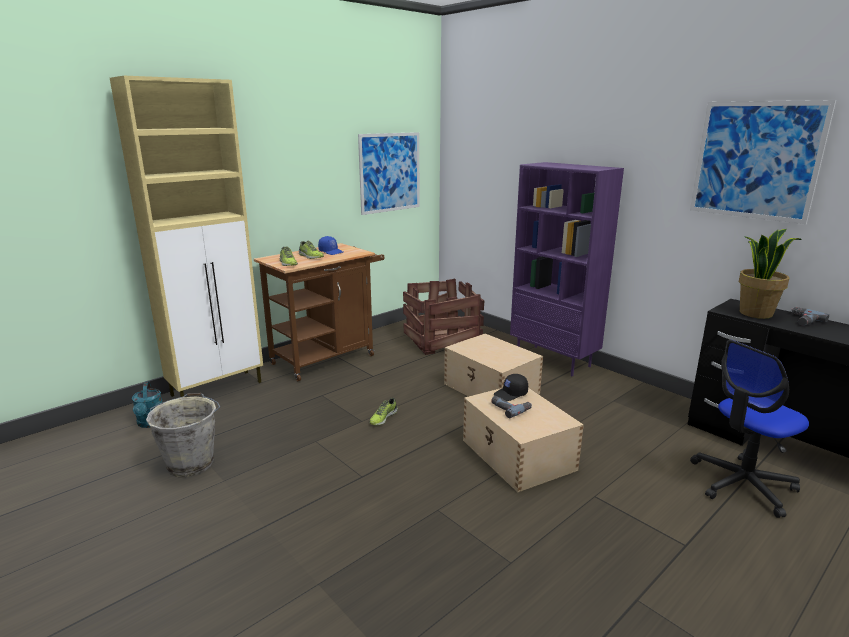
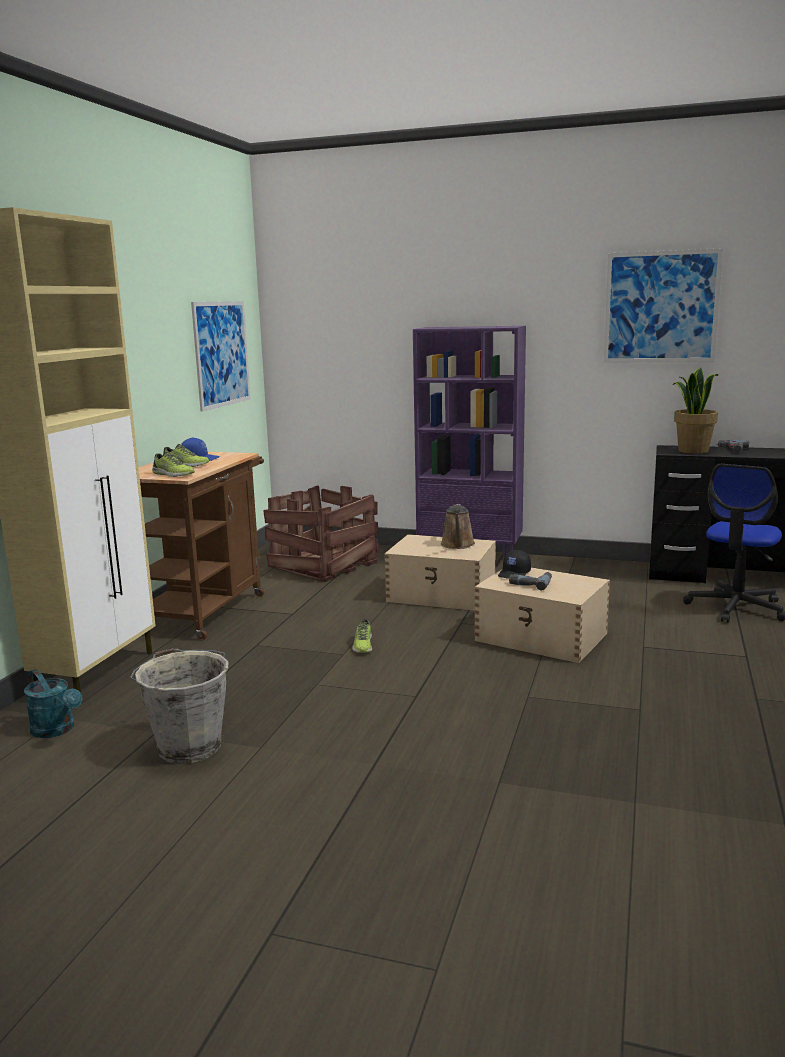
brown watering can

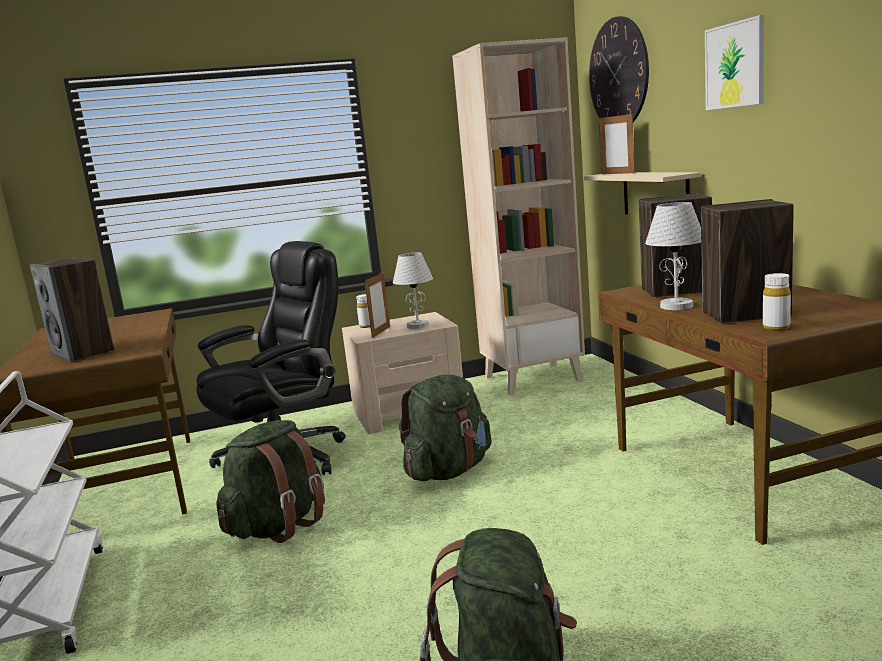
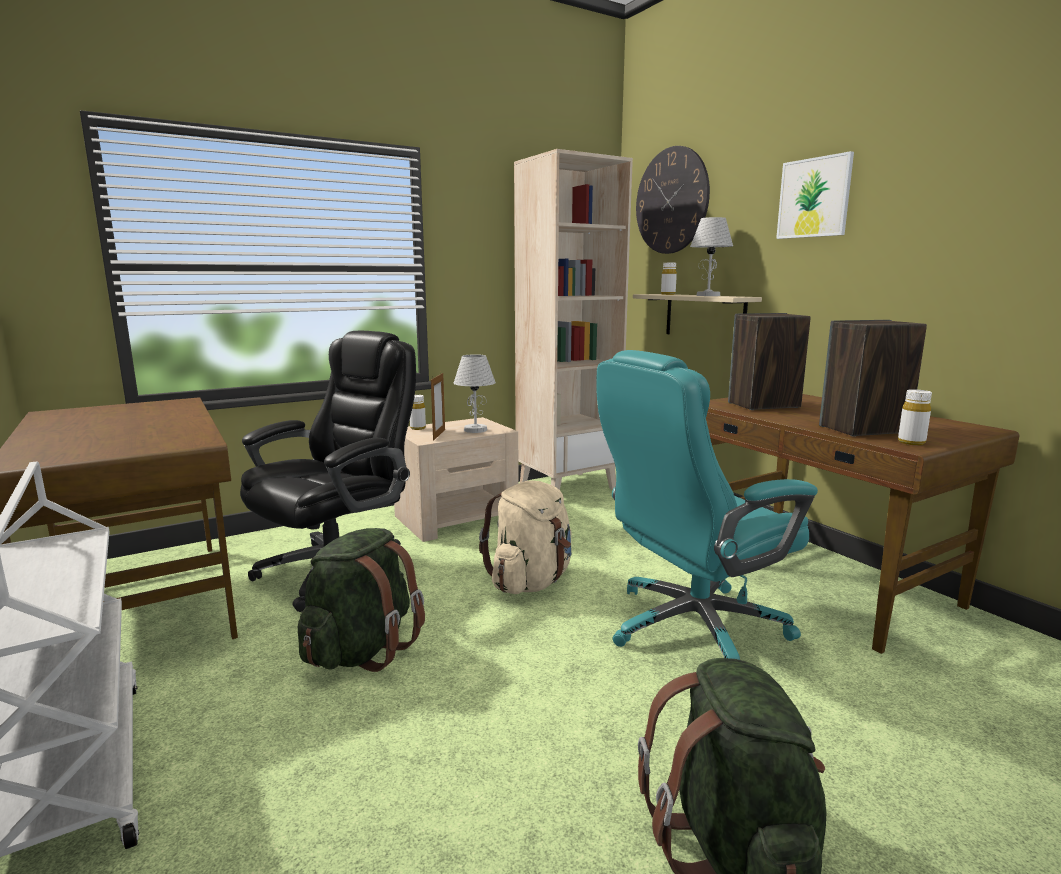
beige backpack
turquoise office chair
white bottle (no. 2 from left)
white table lamp (no. 2 from left)
speaker (no. 1 from left in the first image)

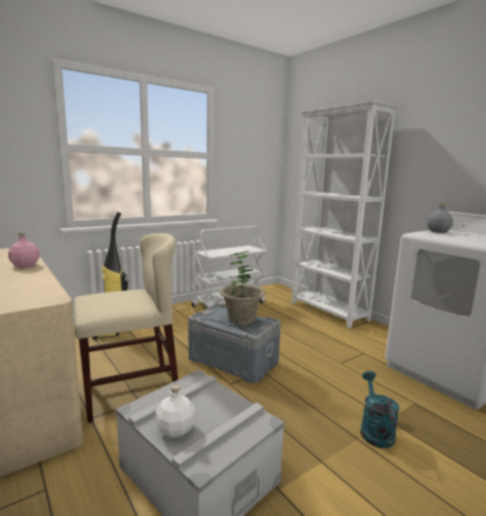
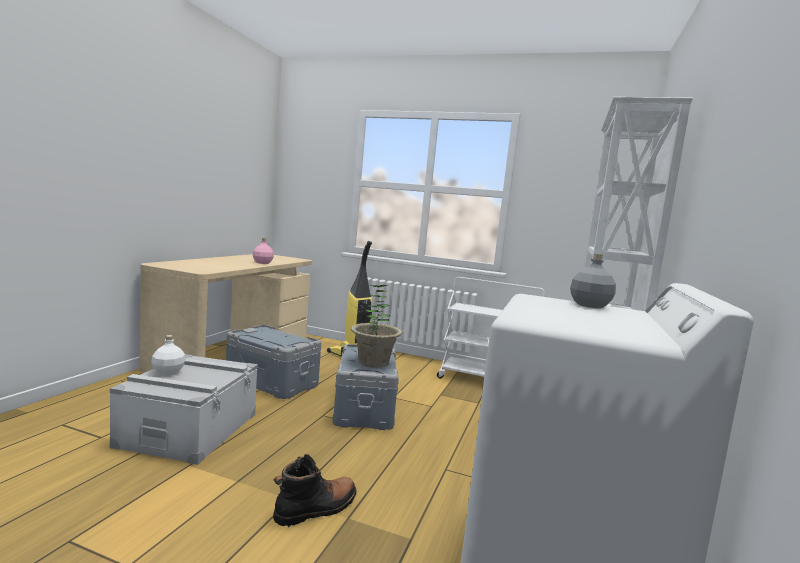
grey storage box (no. 2 from left)
black boot

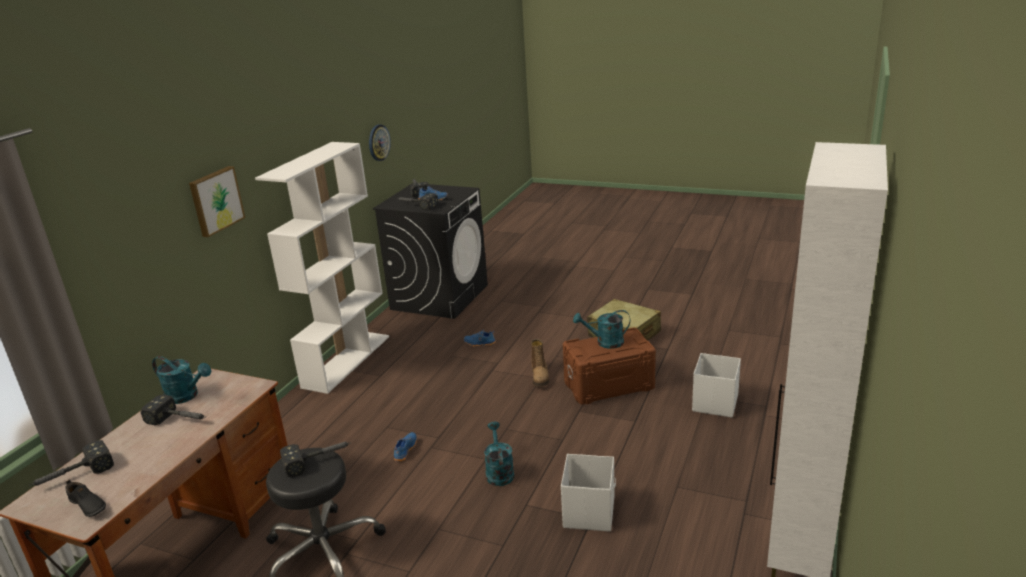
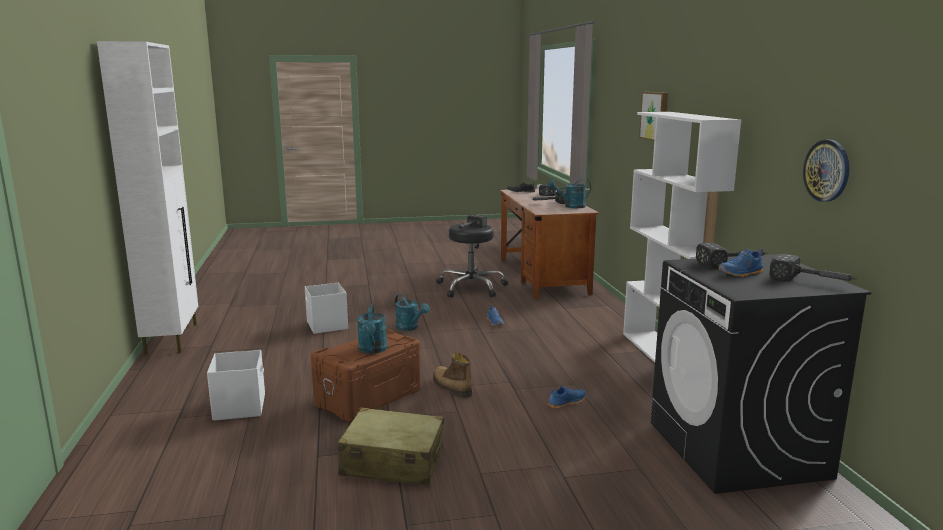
turquoise watering can (no. 1 from left)

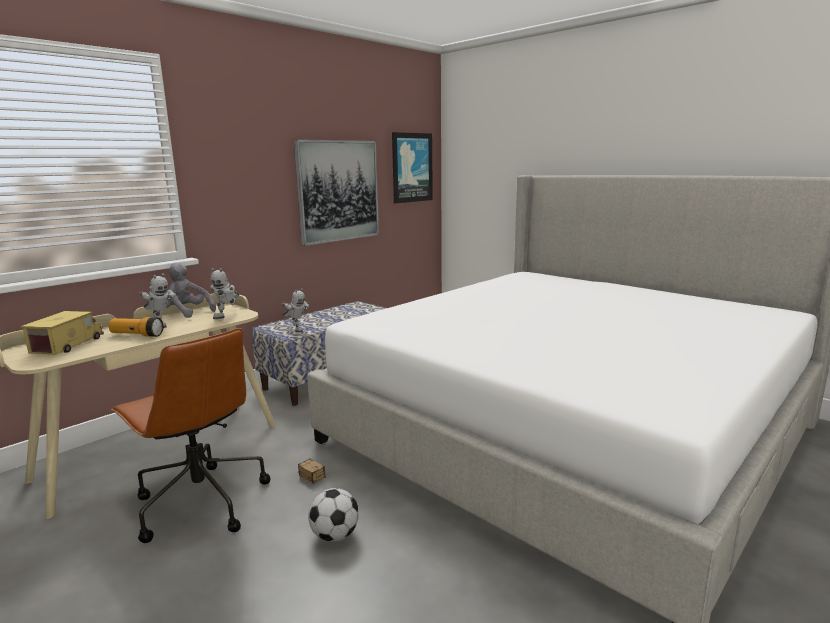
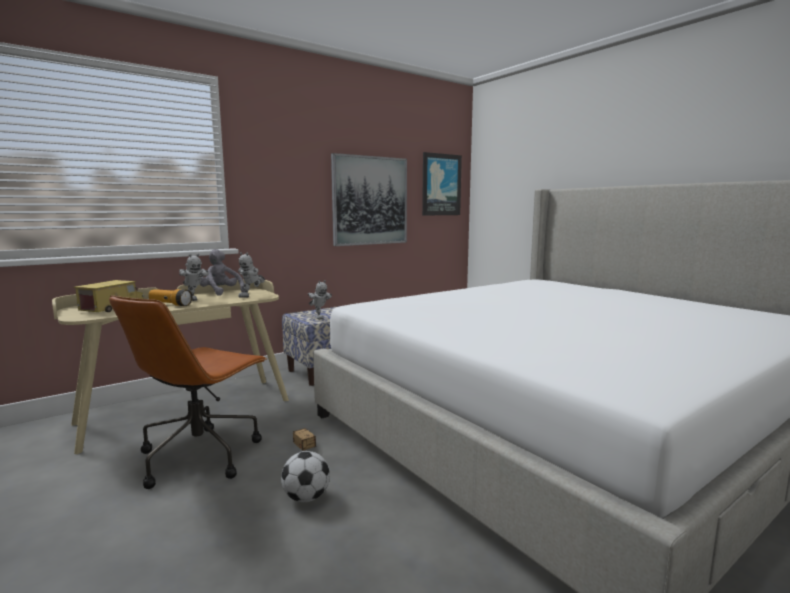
brown office chair

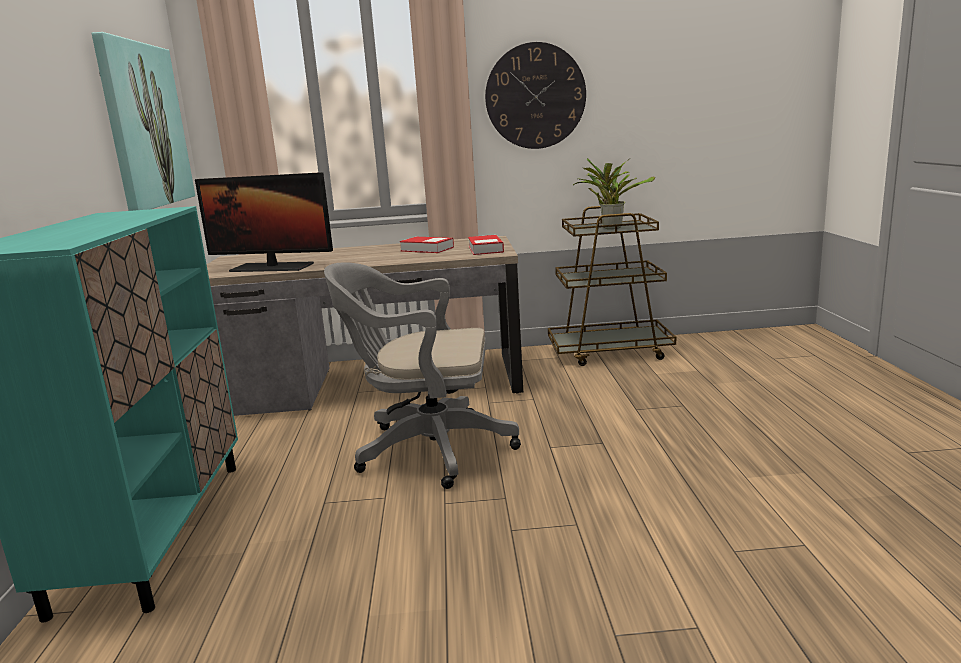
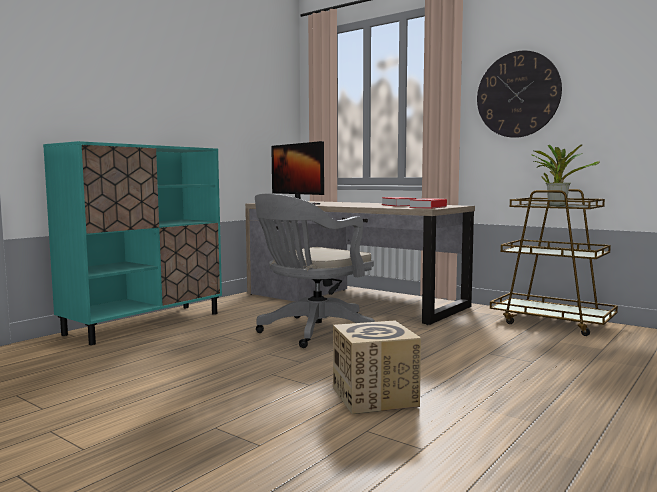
grey office chair
cardboard box
picture

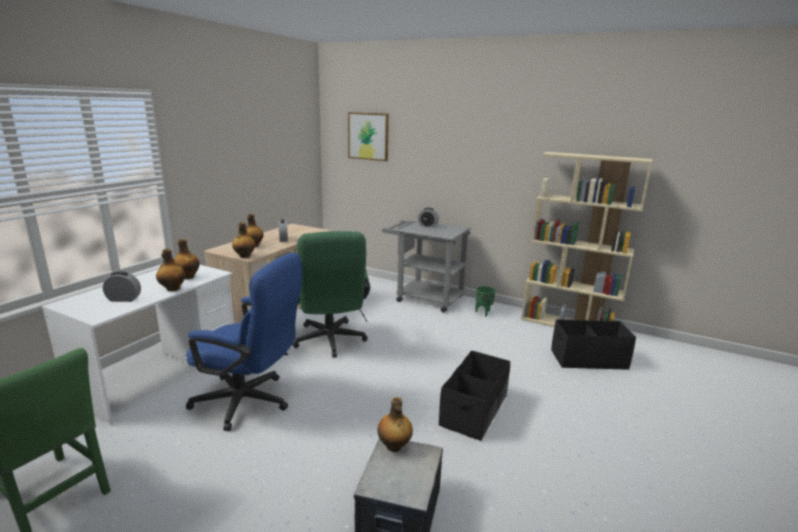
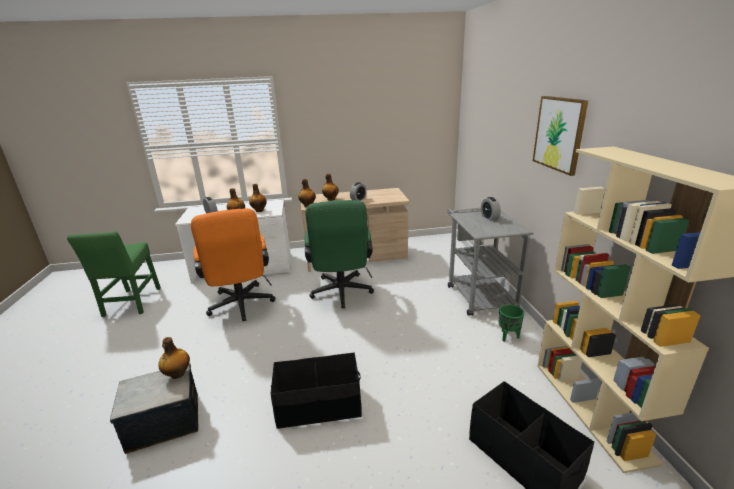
orange office chair
green office chair
picture

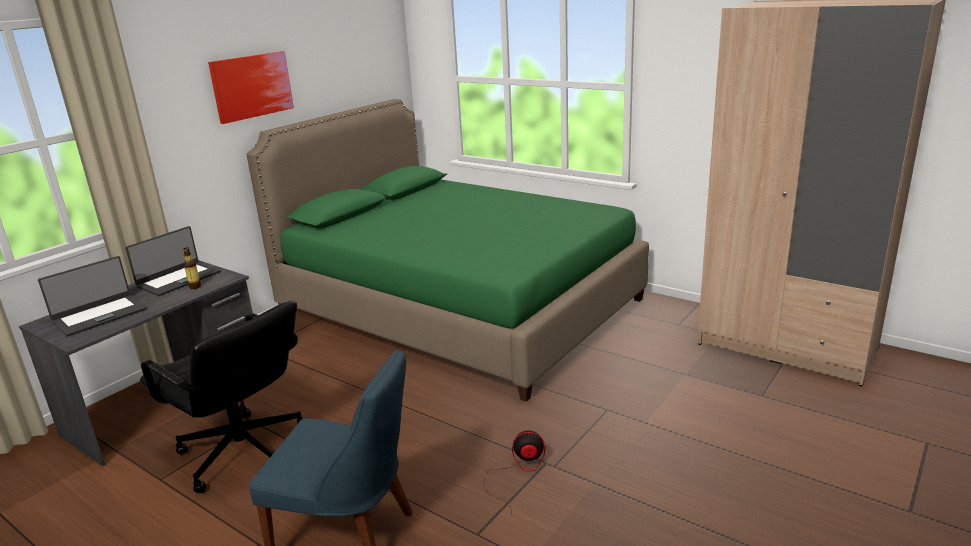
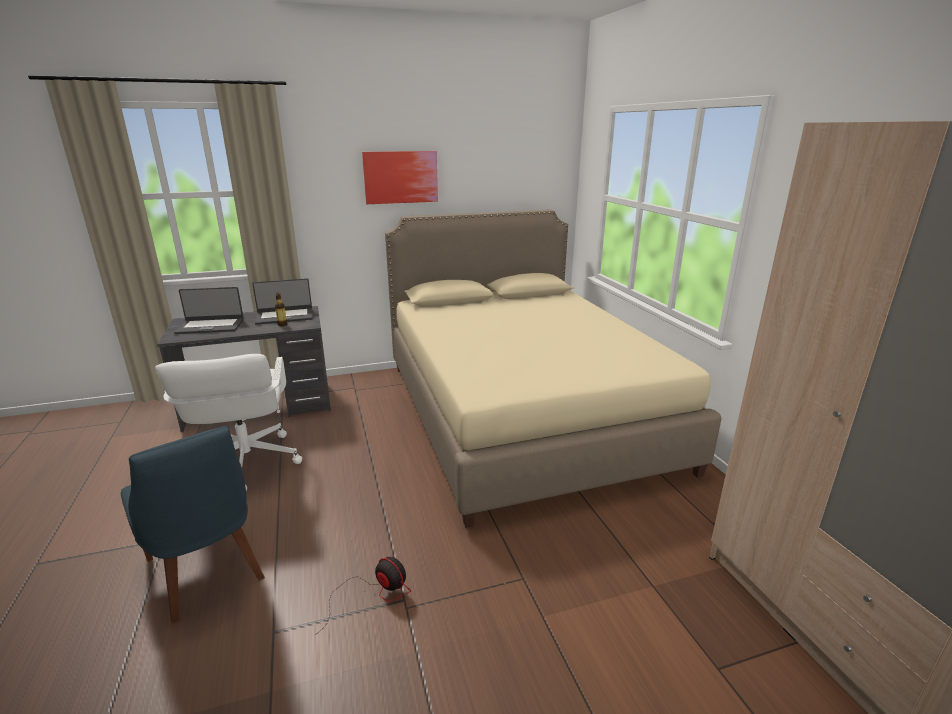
white office chair
beige bed

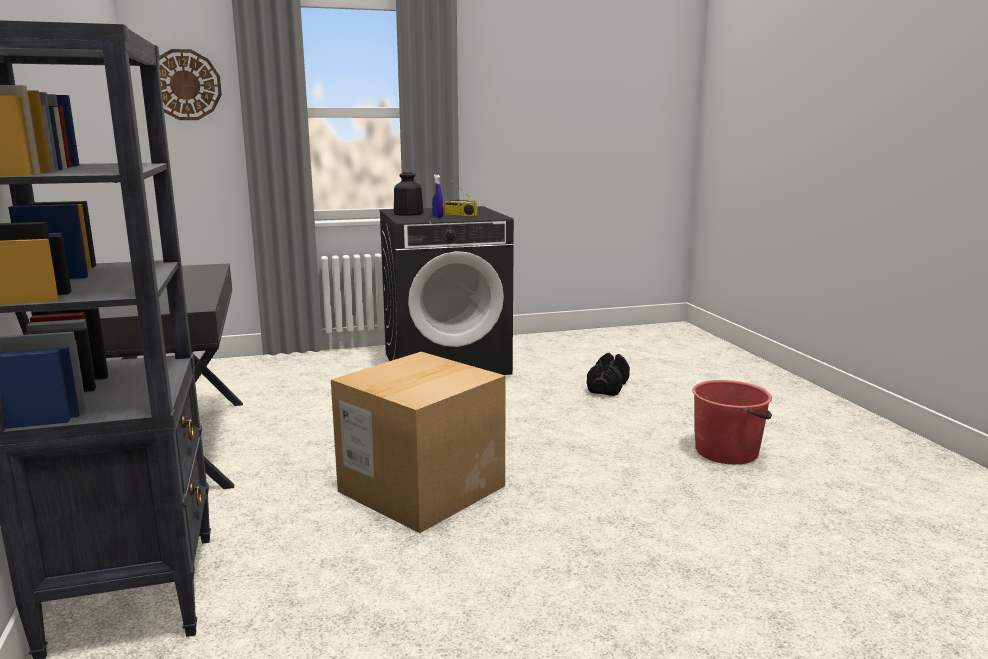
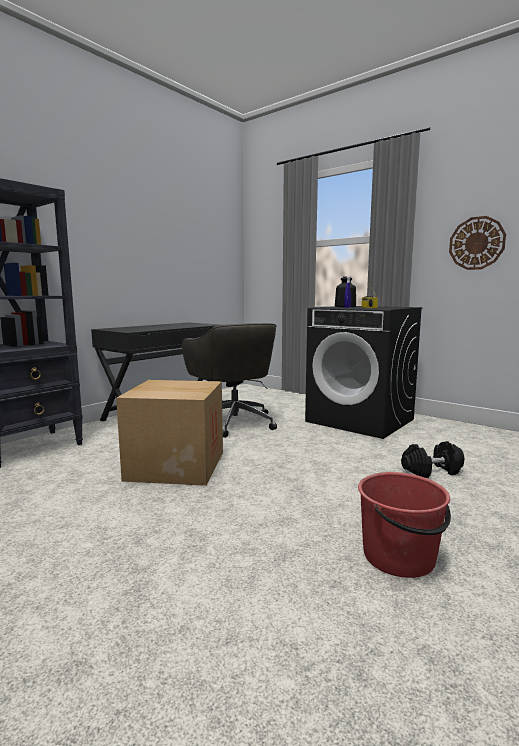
grey office chair
wall clock

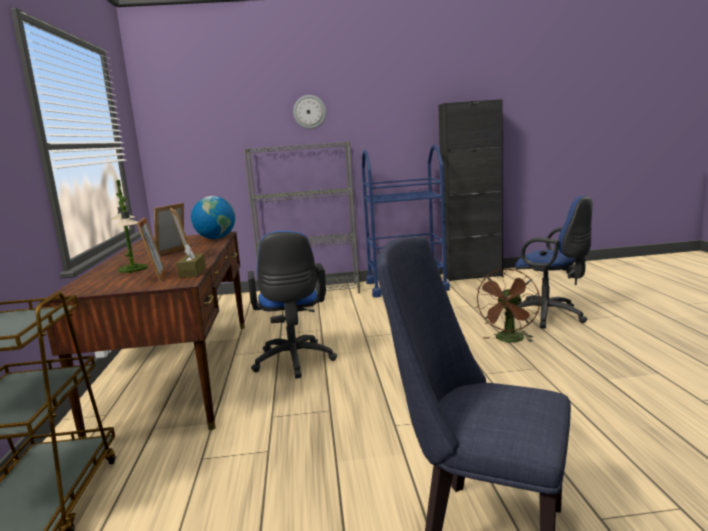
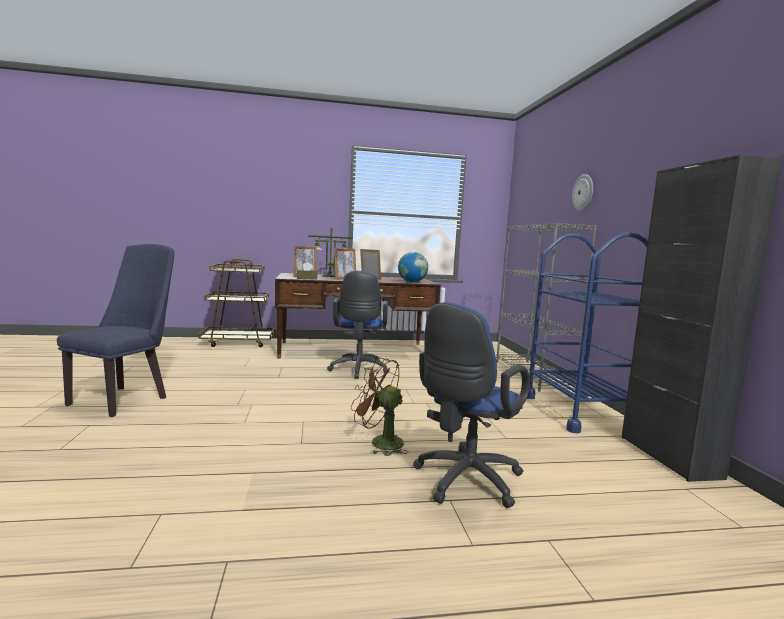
blue office chair (no. 1 from left)

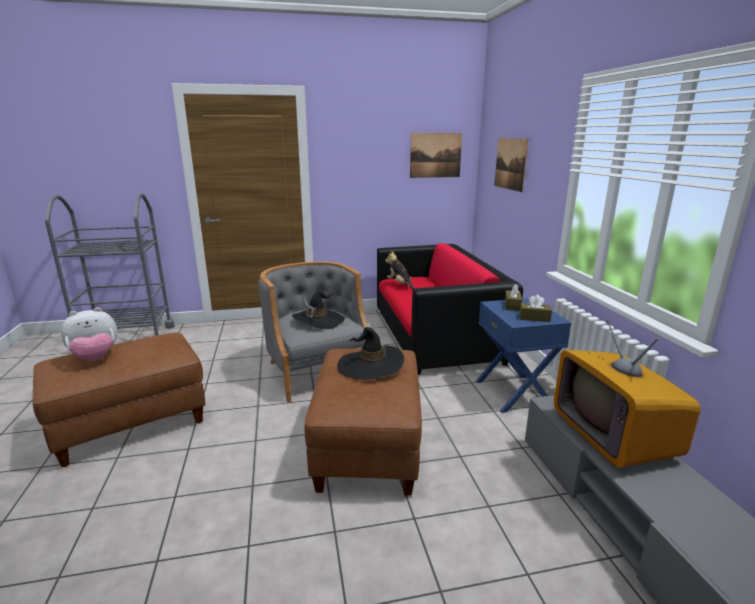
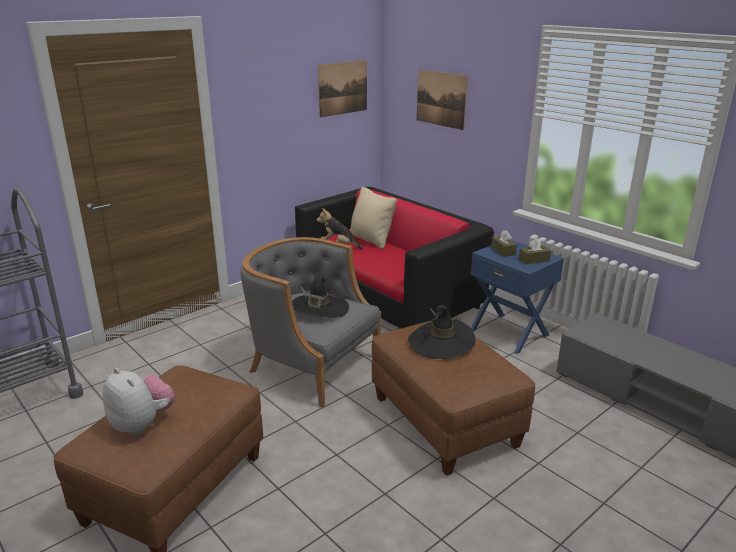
plush toy (no. 1 from left)
beige pillow
television

